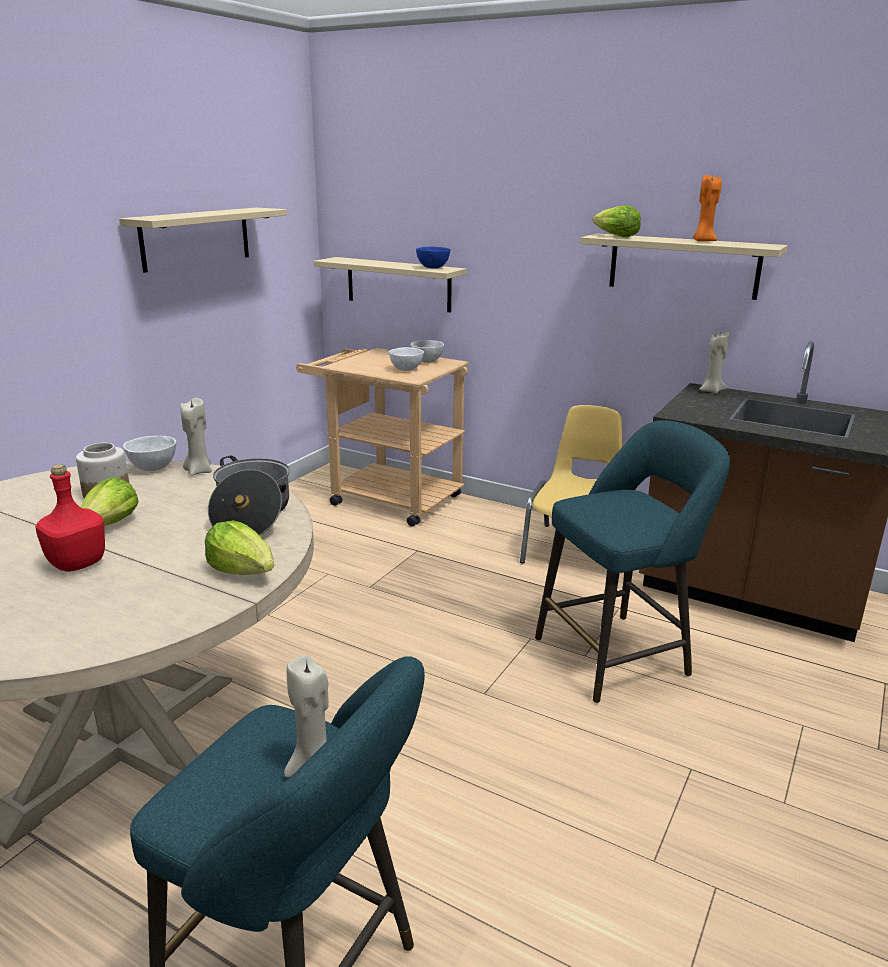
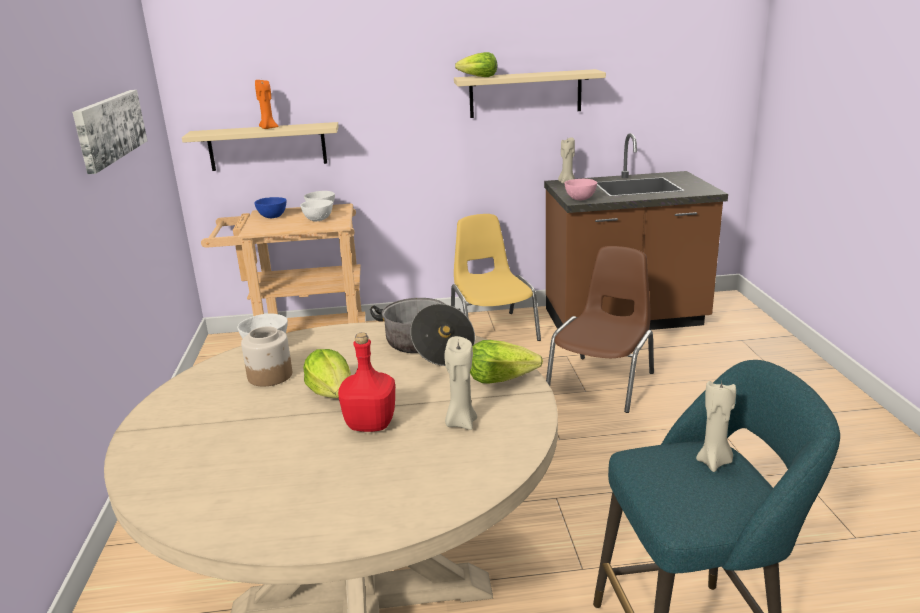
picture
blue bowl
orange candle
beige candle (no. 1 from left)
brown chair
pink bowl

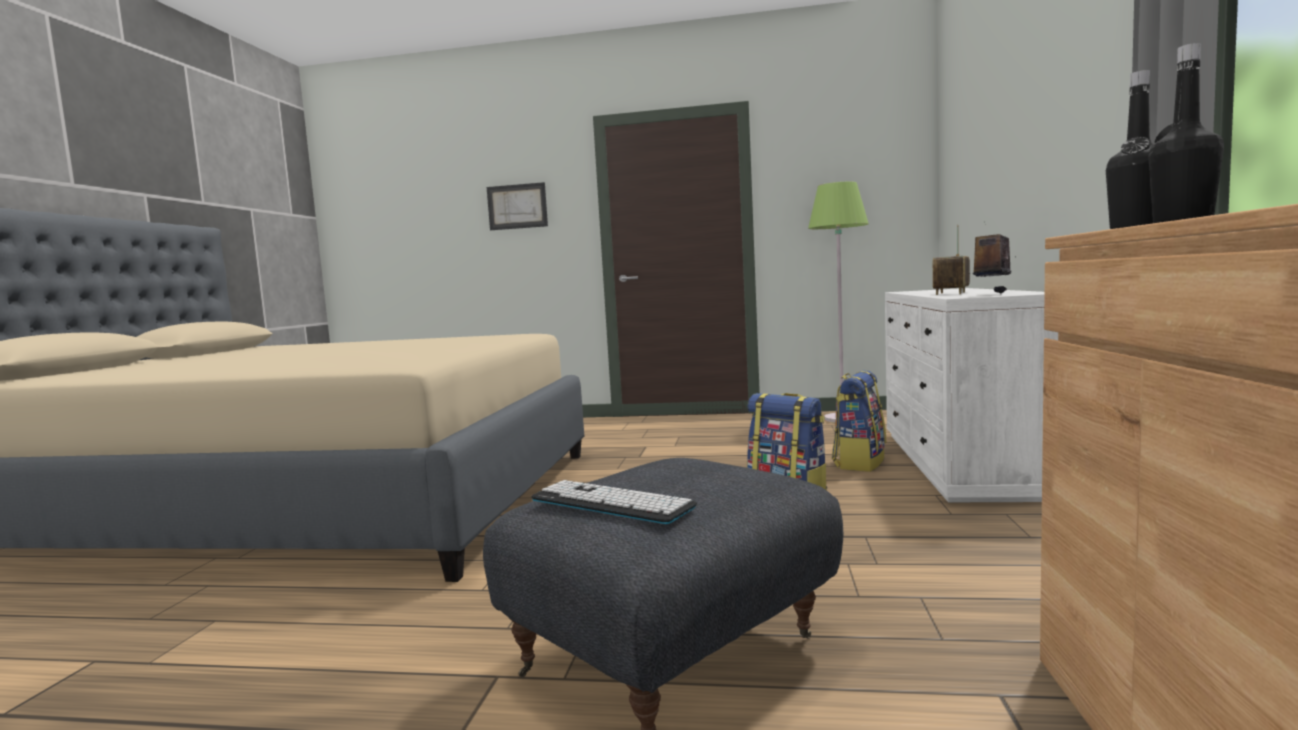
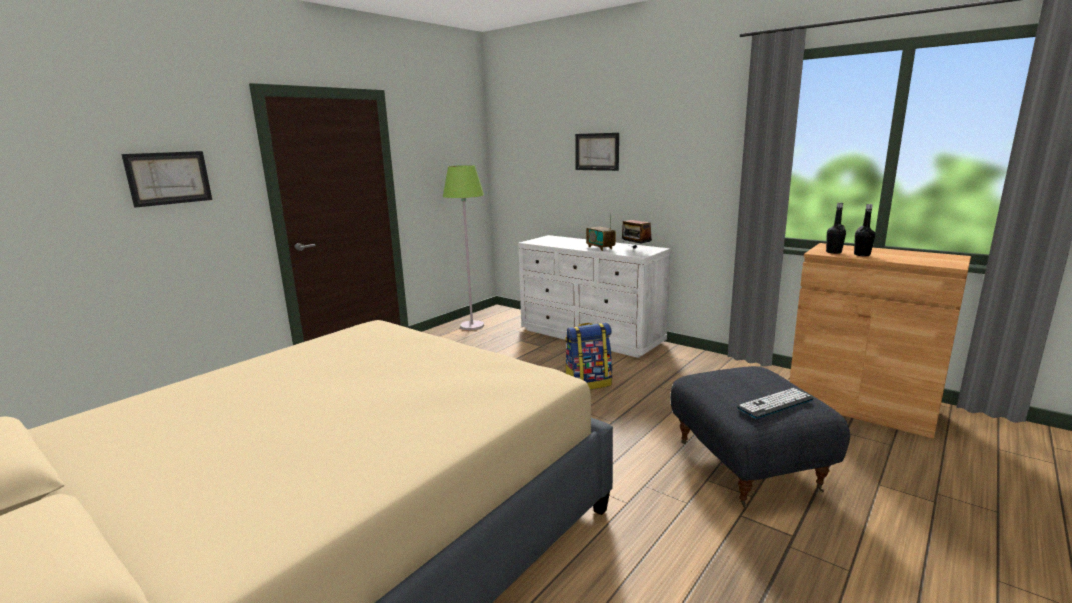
picture (no. 2 from left)
backpack (no. 2 from left in the first image)

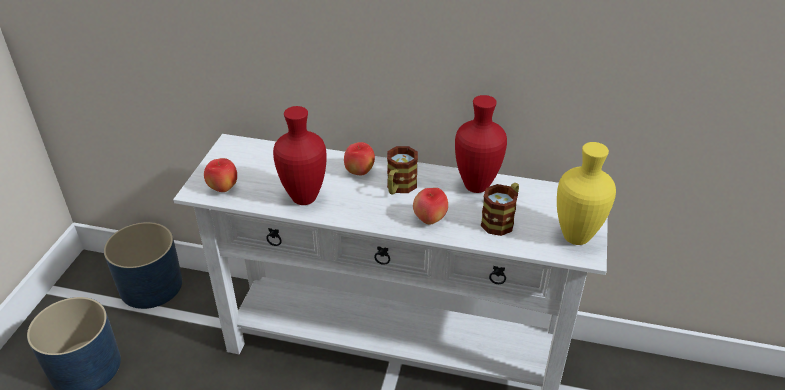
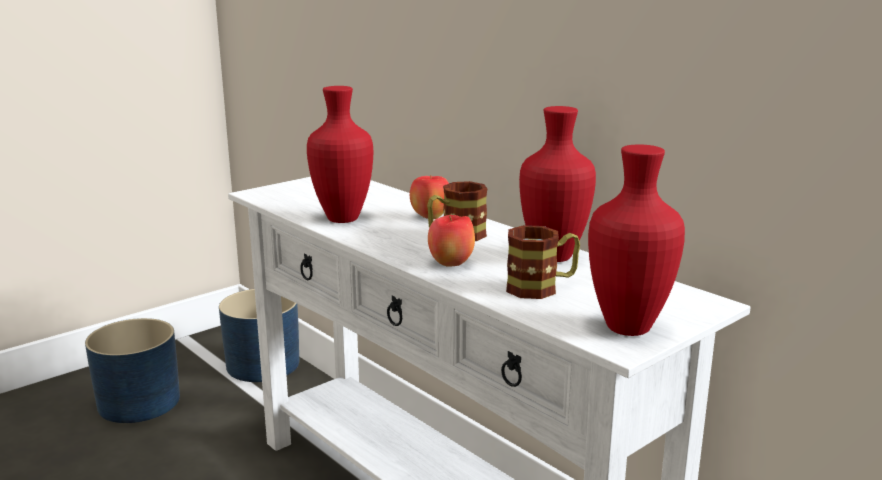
red vase (no. 3 from left)
apple (no. 1 from left in the first image)

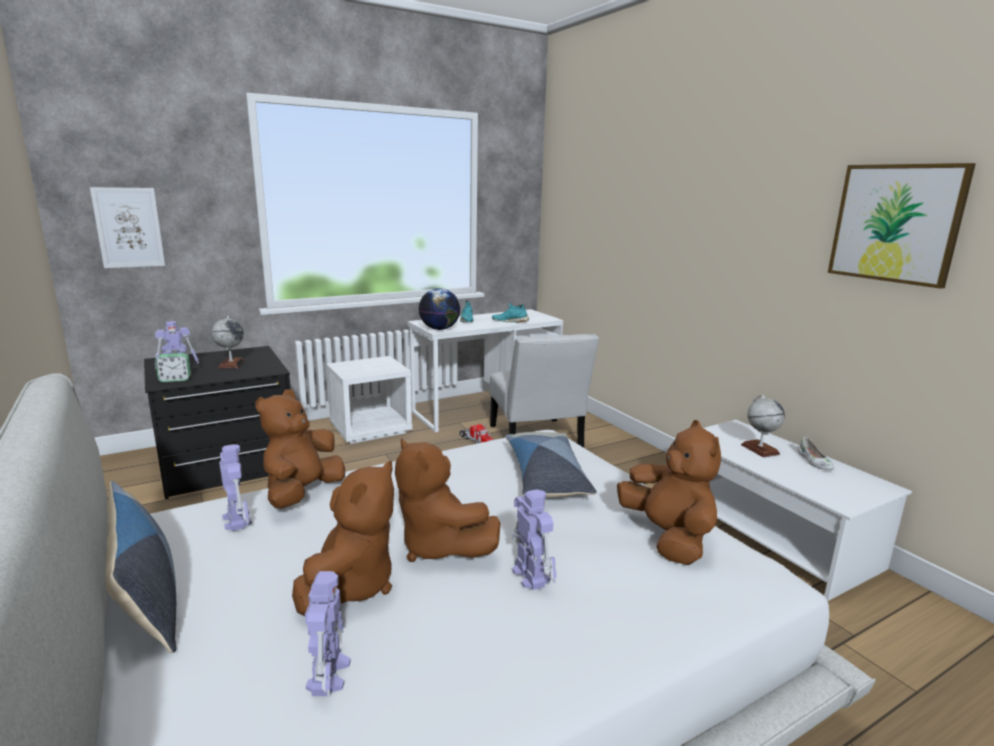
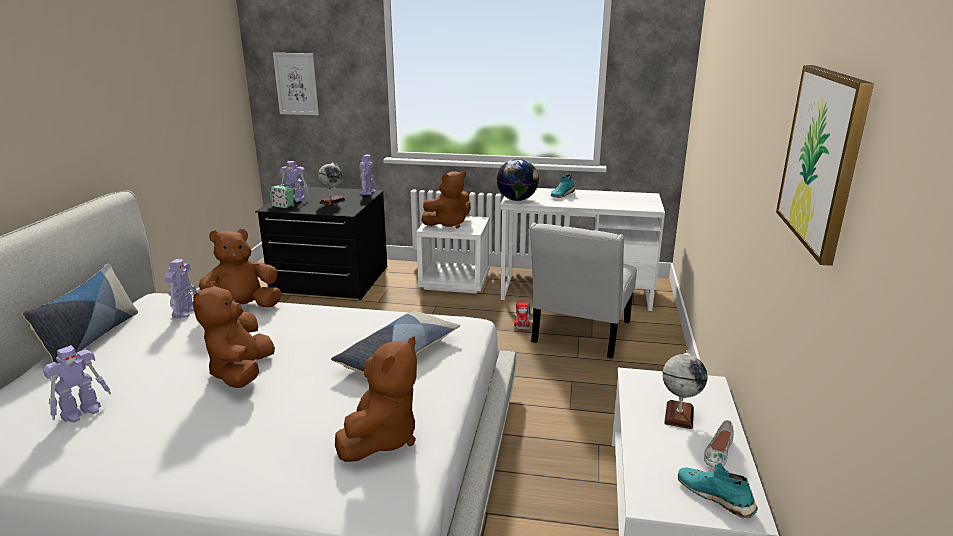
toy robot (no. 4 from left)
brown plush toy (no. 4 from left)
turquoise shoe (no. 2 from left)

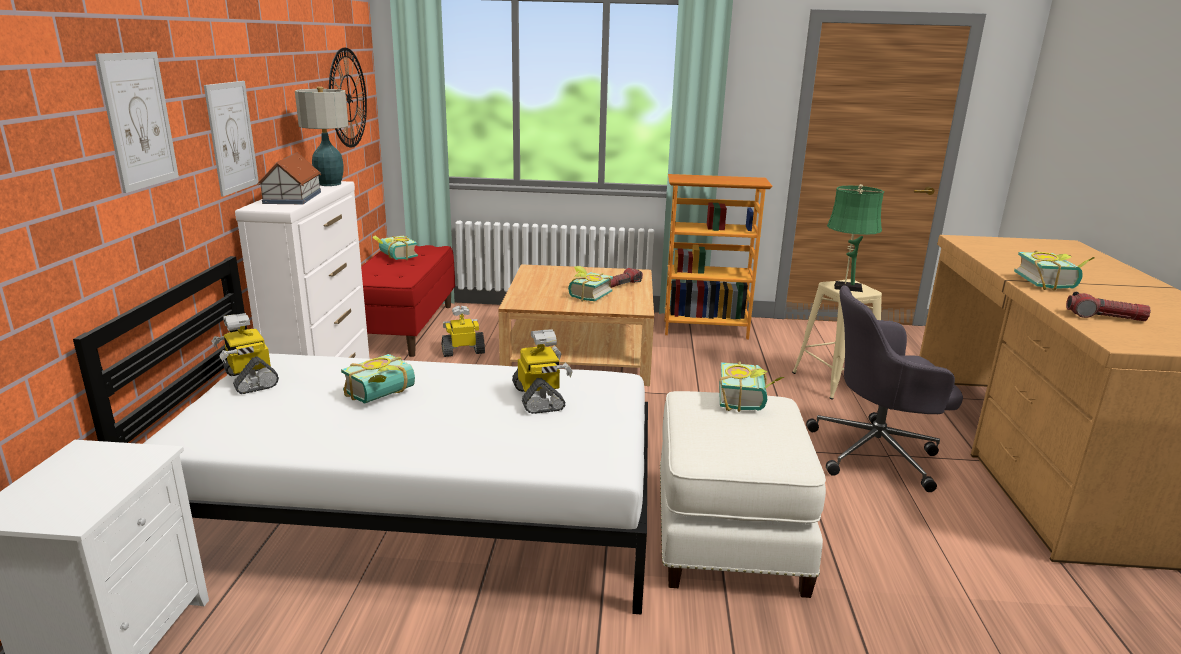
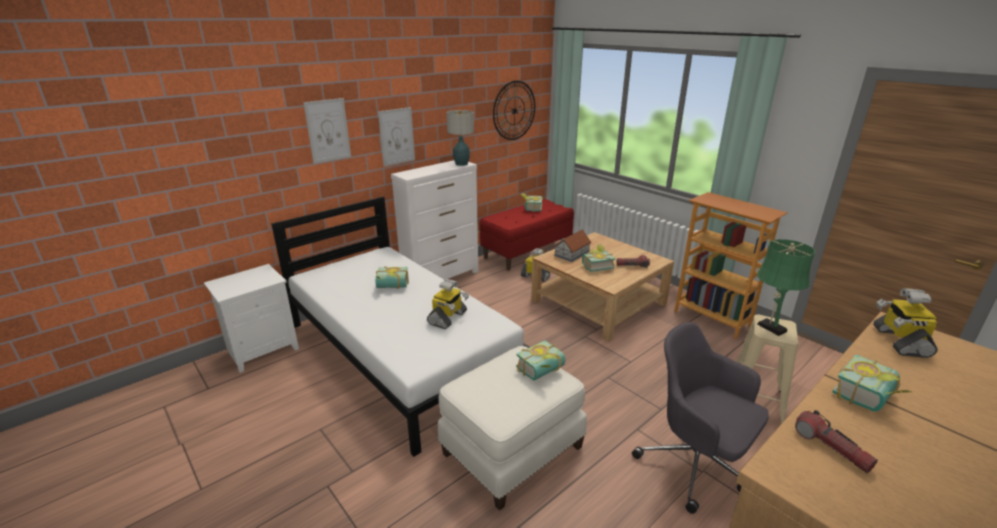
toy house
toy robot (no. 3 from left)

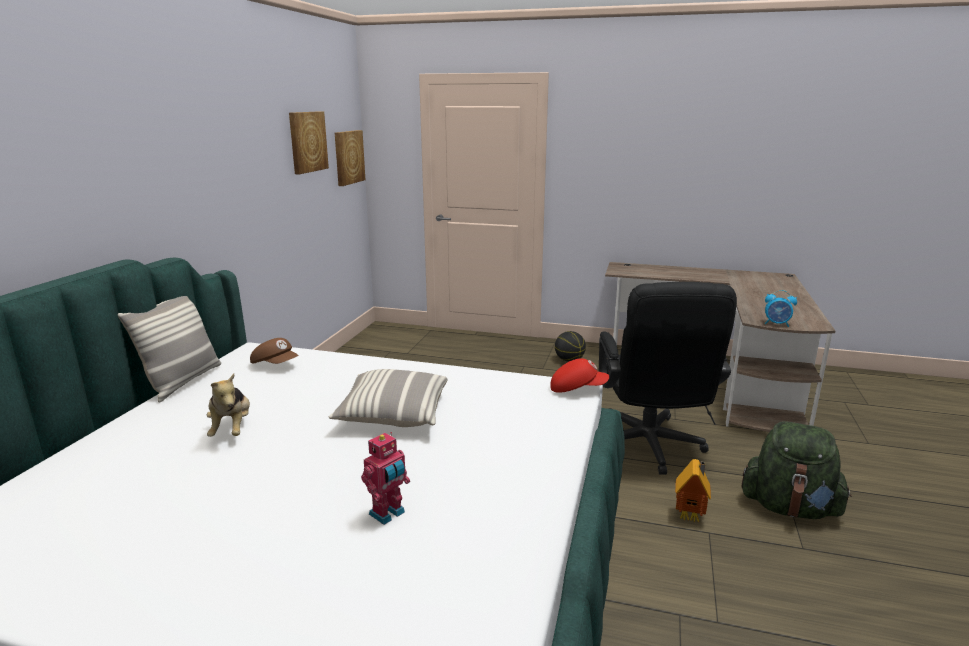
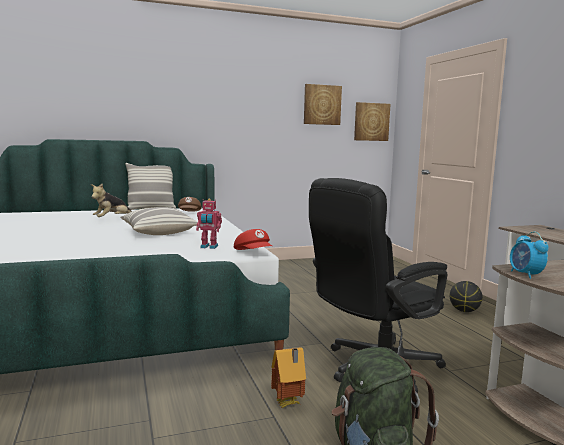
toy robot

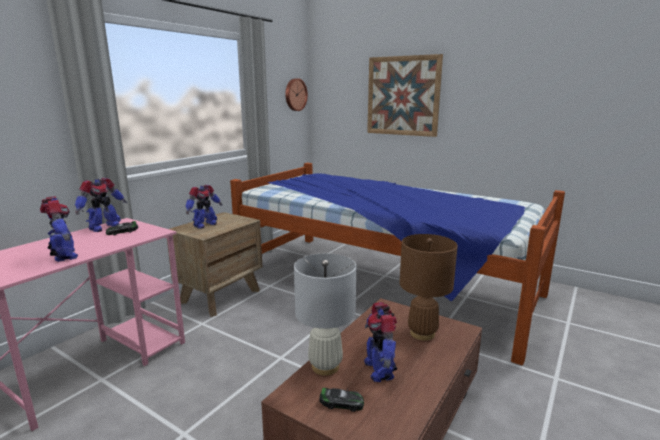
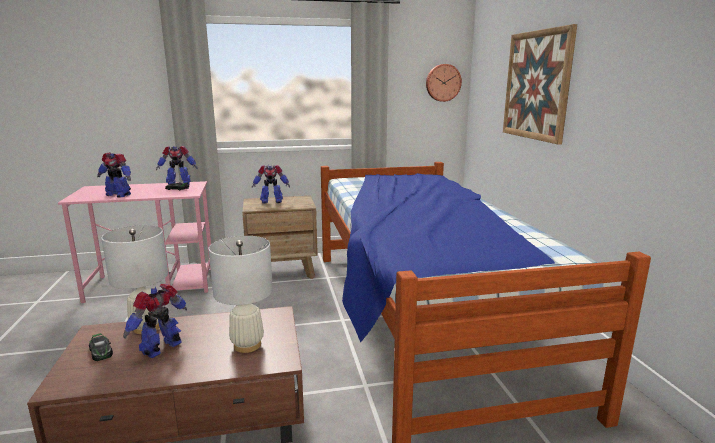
toy robot (no. 1 from left)
white table lamp (no. 2 from left)

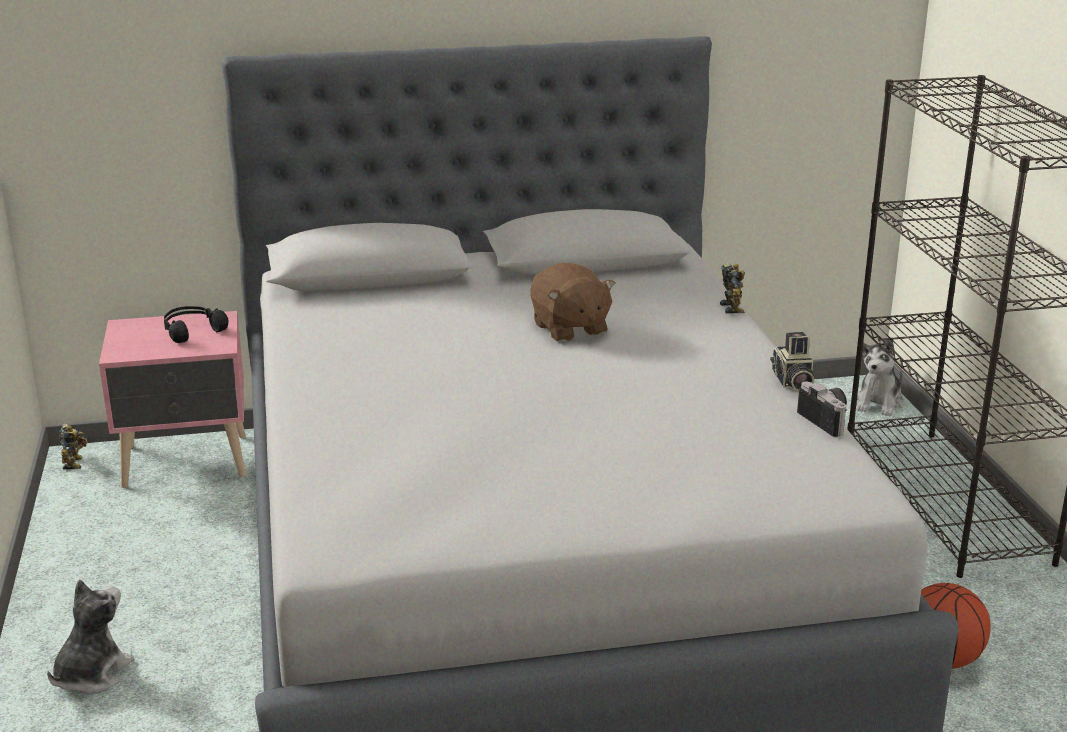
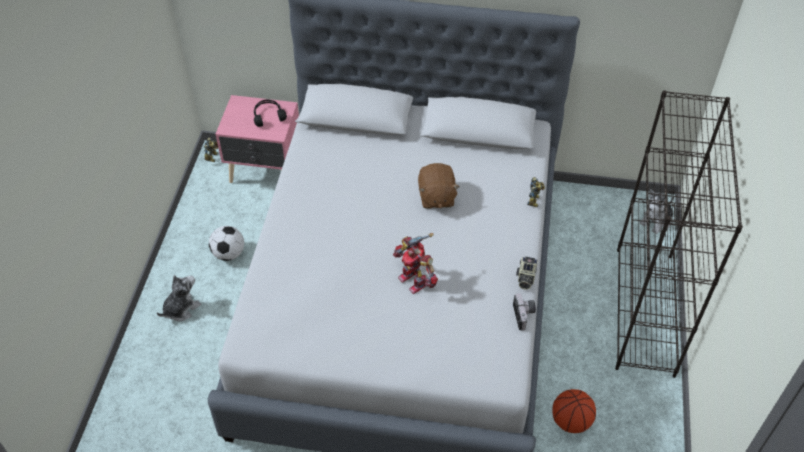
football
toy robot (no. 2 from left)

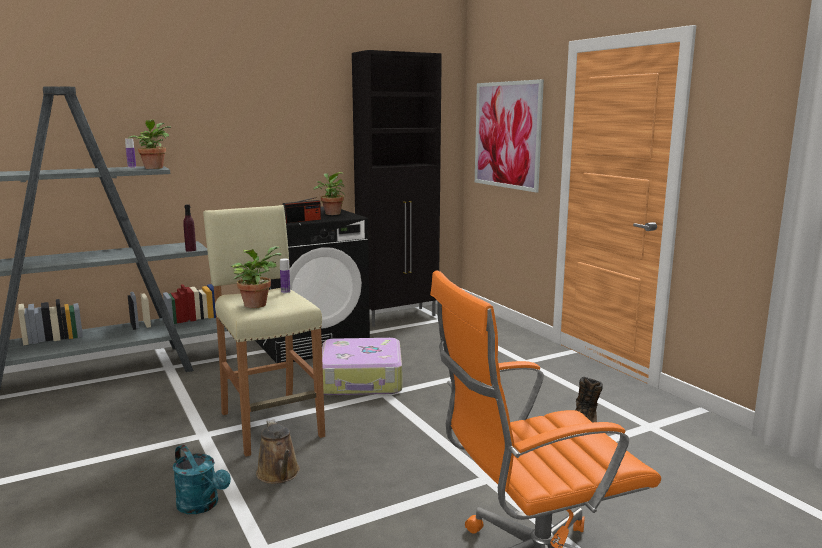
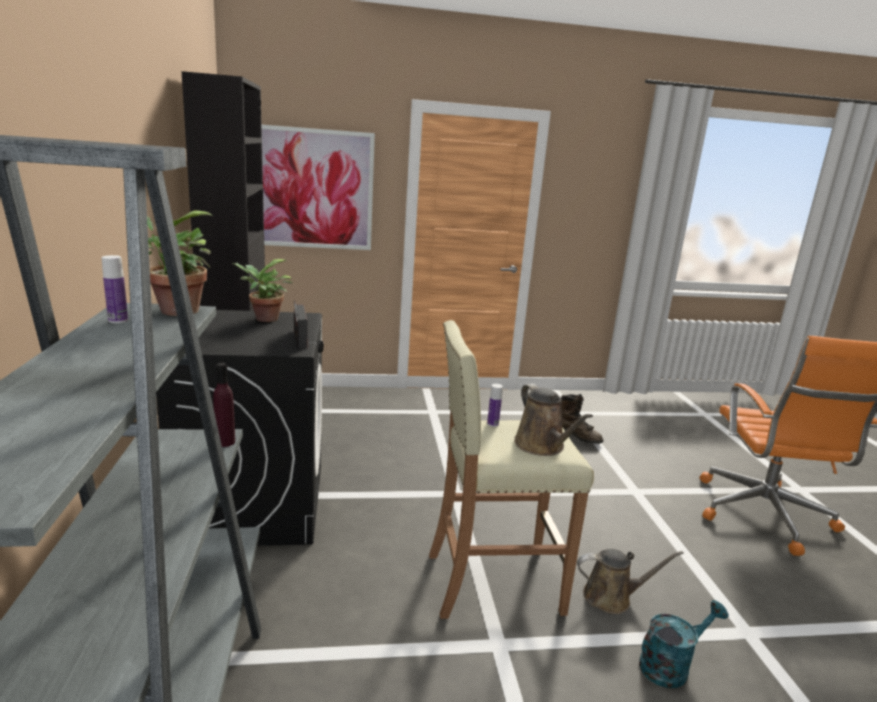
brown watering can (no. 1 from left)
suitcase

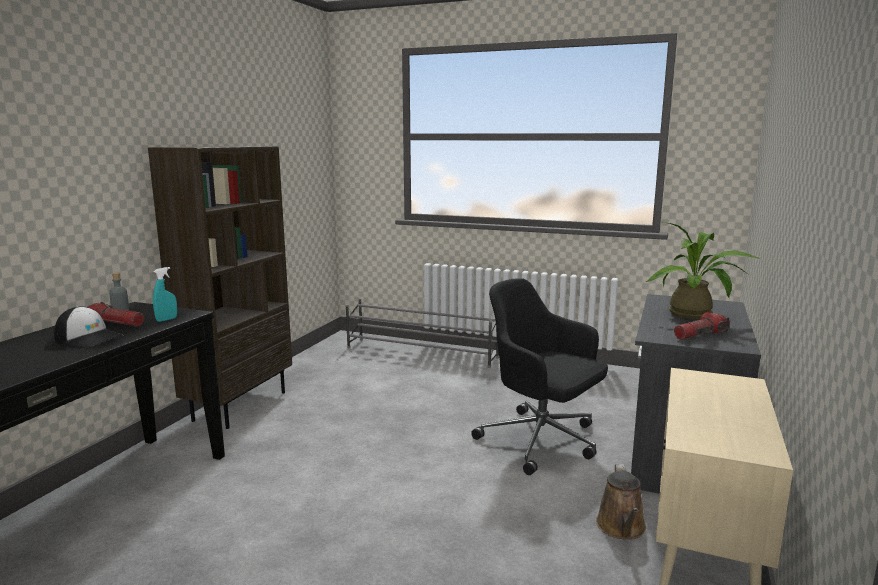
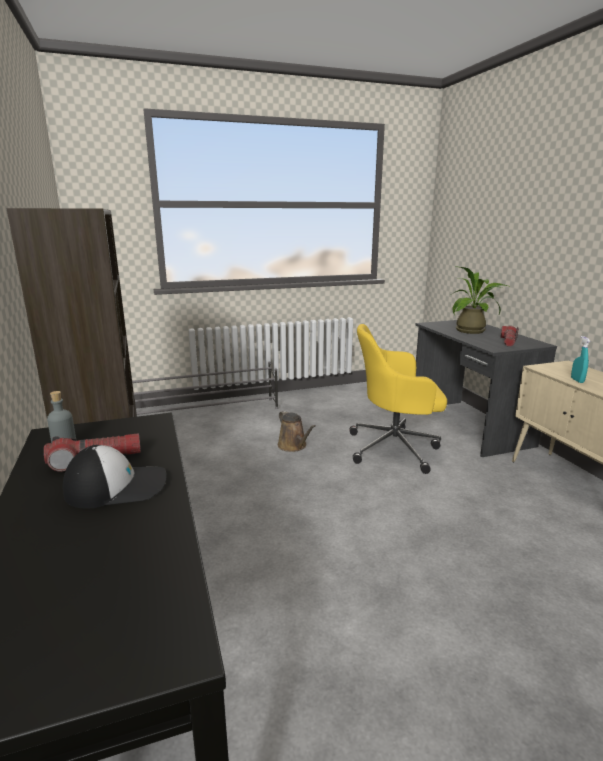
brown watering can
yellow office chair
turquoise spray bottle

